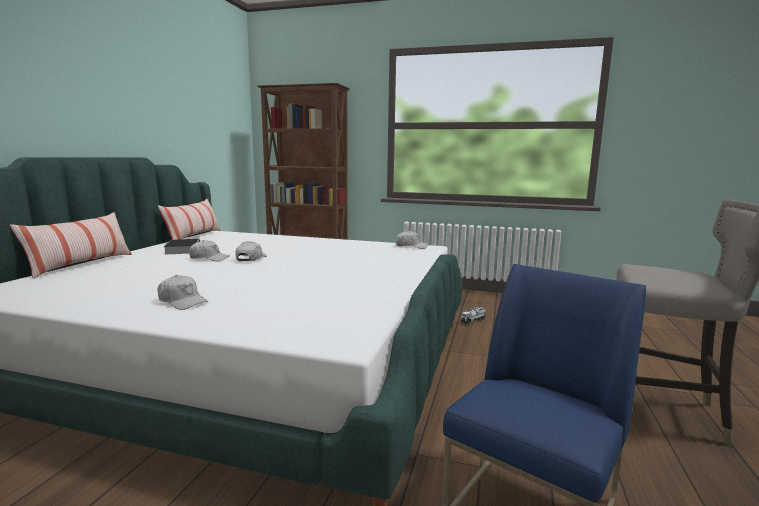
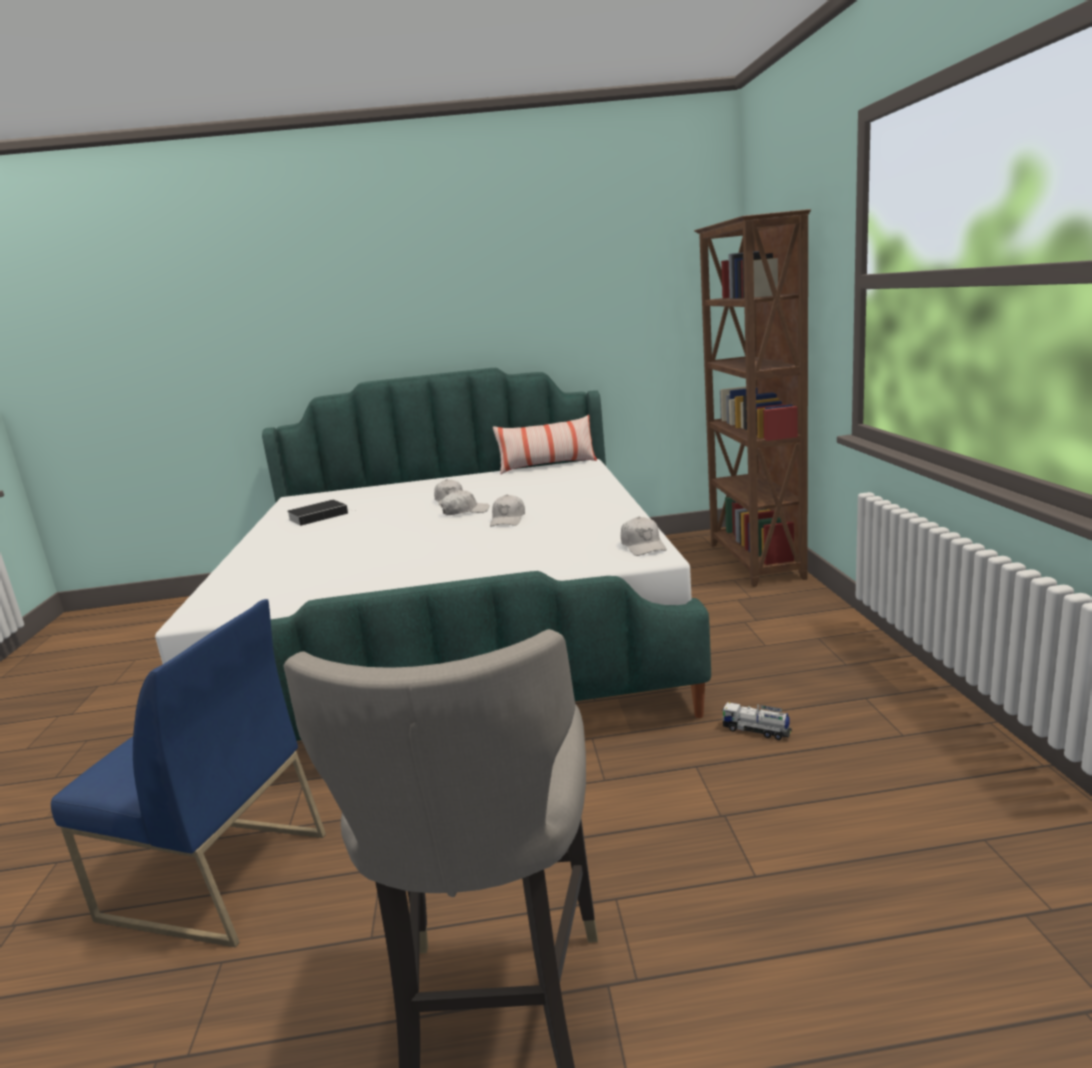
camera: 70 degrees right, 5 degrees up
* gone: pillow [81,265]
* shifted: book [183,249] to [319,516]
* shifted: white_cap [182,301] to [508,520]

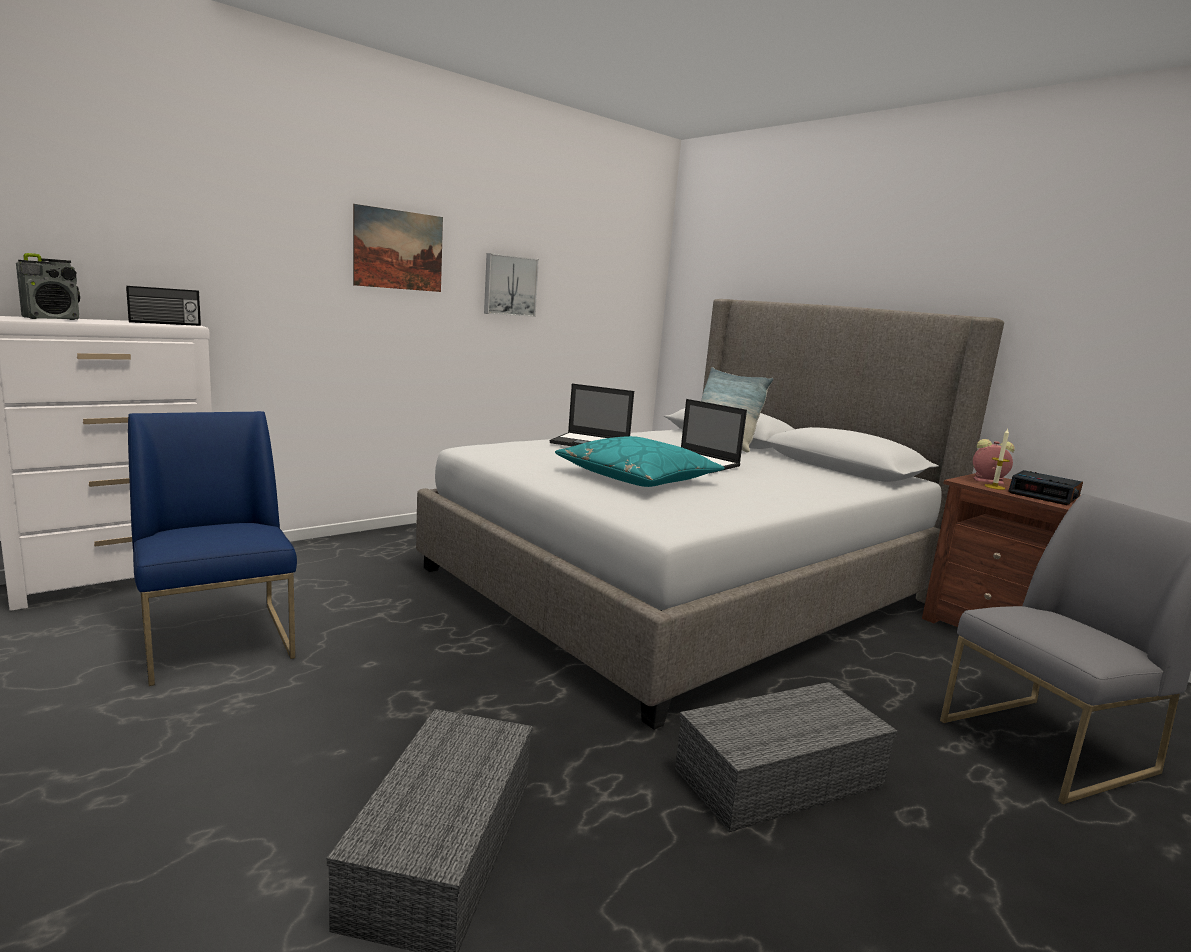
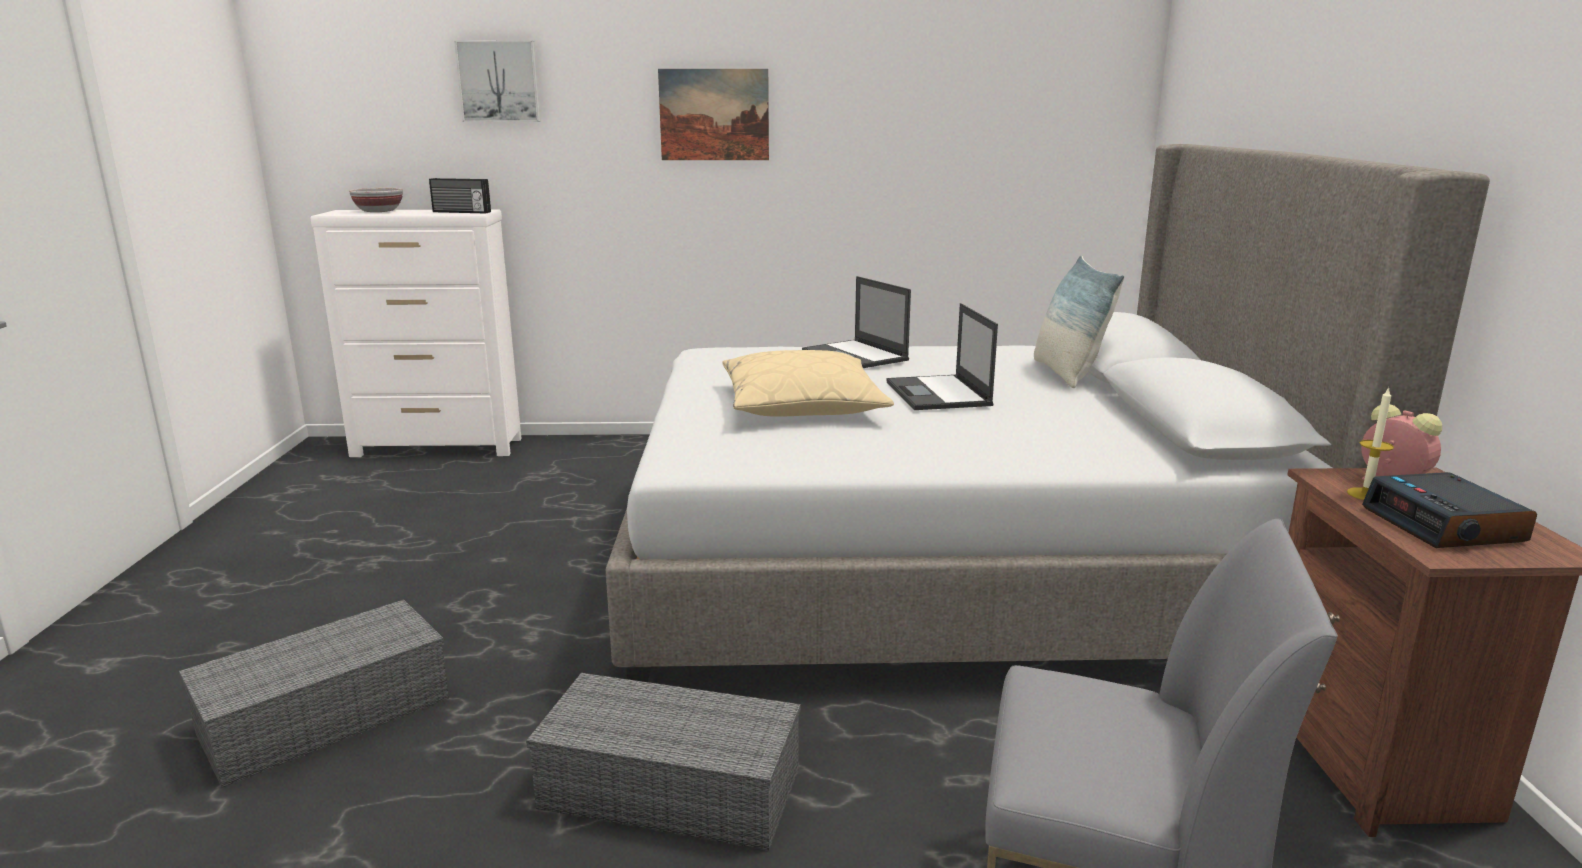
camera: 40 degrees right, 5 degrees up
* swapped: radio [53,319] to bowl [379,211]
* shifted: picture [509,285] to [499,82]
* gone: blue_chair [219,641]
* repainted: turquoise_pillow [637,478] to beige_pillow [802,405]

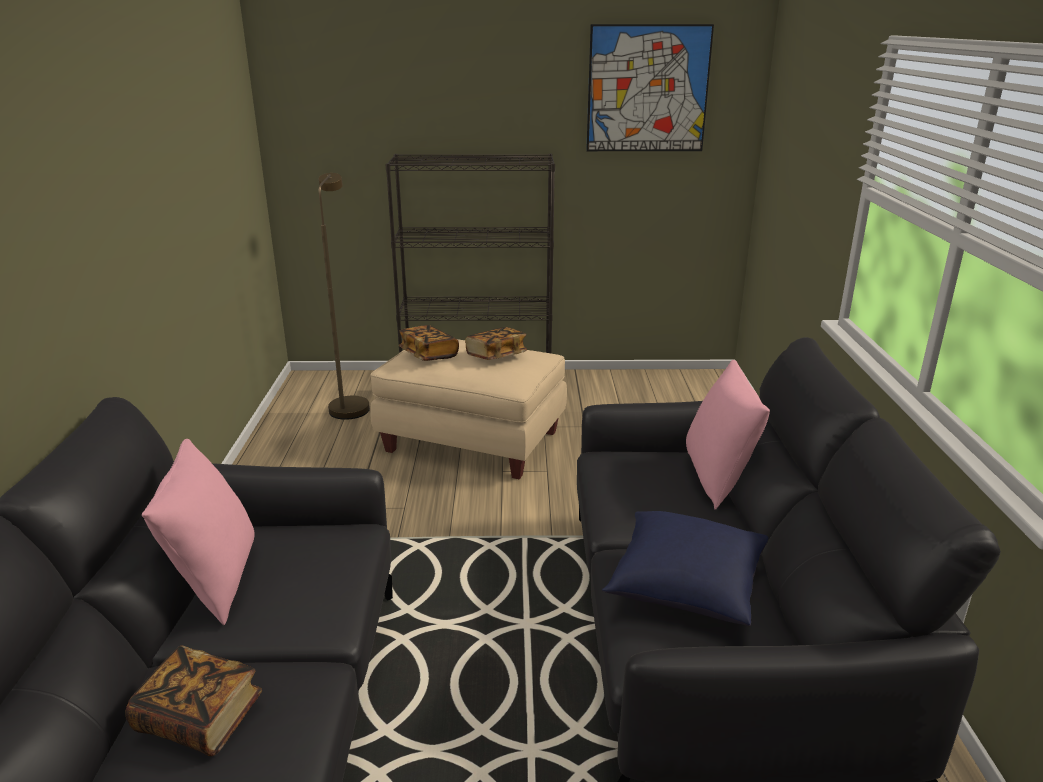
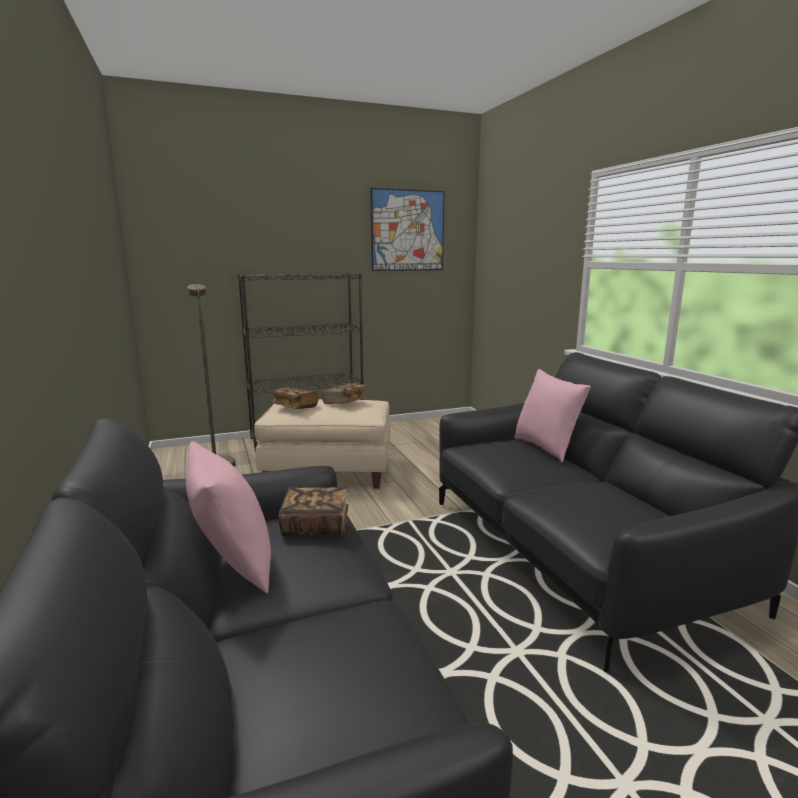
camera: 20 degrees left, 10 degrees down
* gone: blue_pillow [685,587]
* shifted: book [200,718] to [315,526]

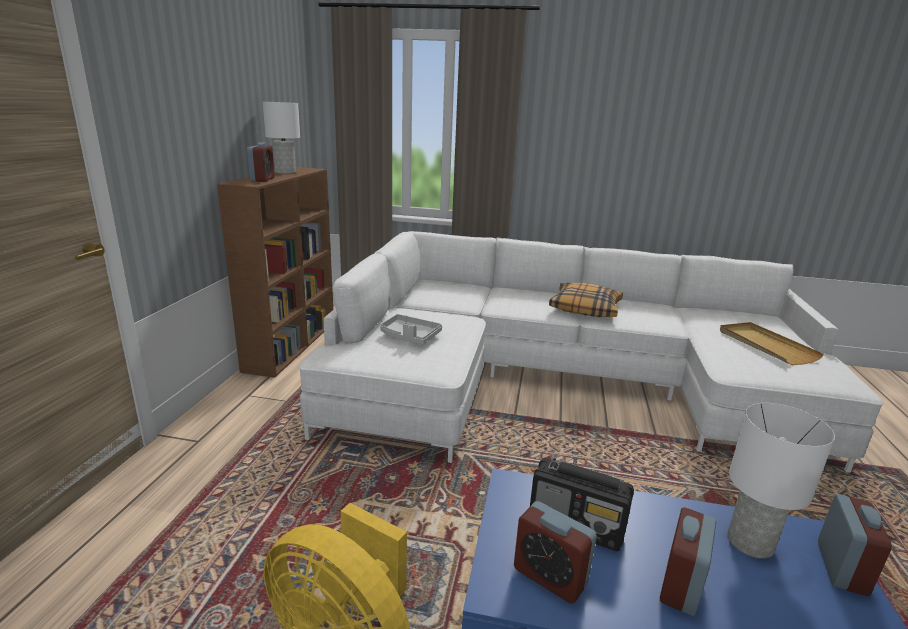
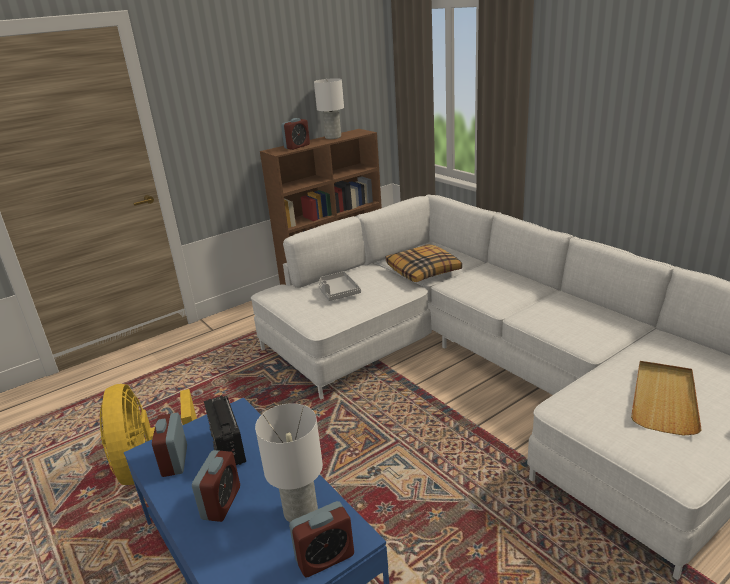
camera: 45 degrees right, 5 degrees up
* shifted: pillow [585,308] to [423,271]
* rotated: alarm_clock [681,585] = [221,503] 120 degrees clockwise

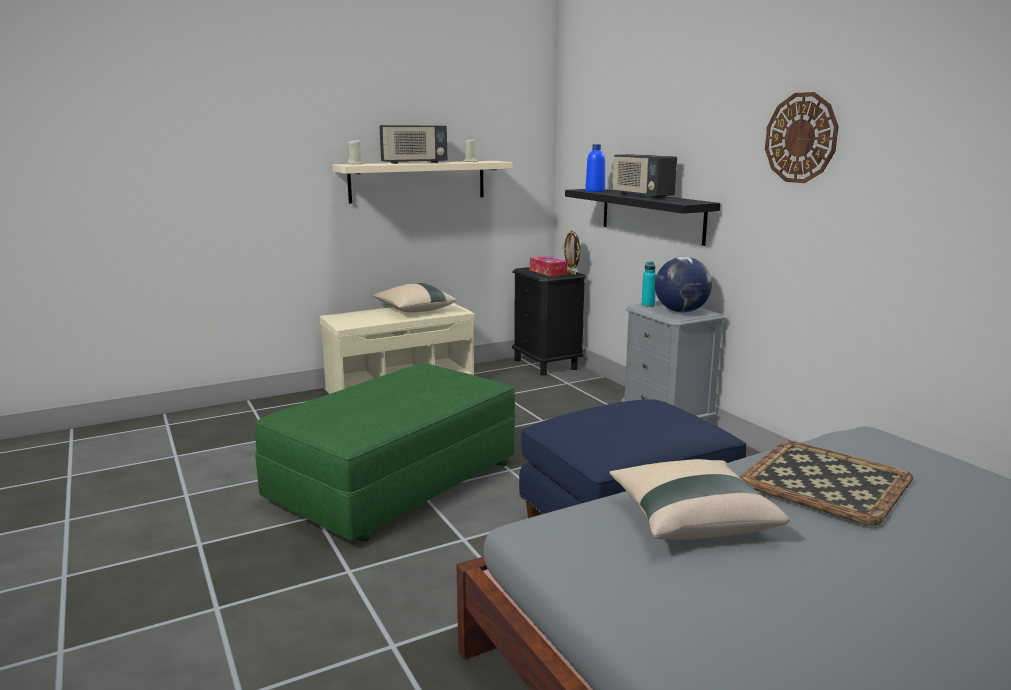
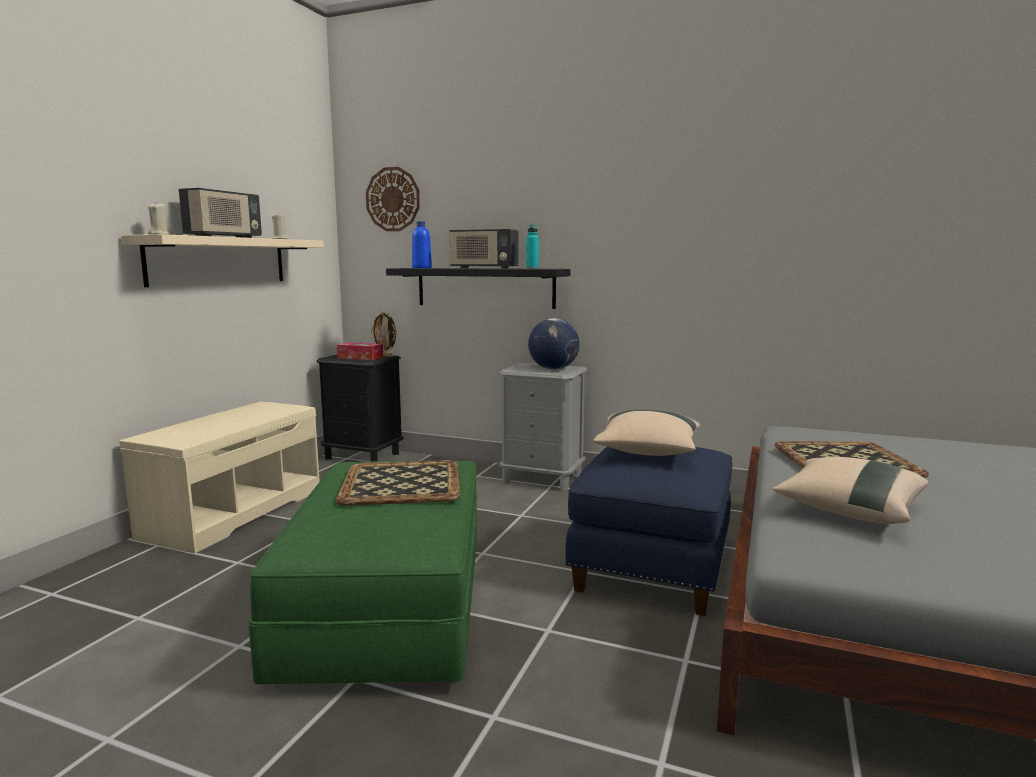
camera: 40 degrees left, 5 degrees down
* shifted: wall_clock [801,138] to [393,199]
* shifted: turquoise_bottle [648,305] to [532,268]
* shifted: beige_pillow [414,310] to [647,452]
* new: tray [402,483]

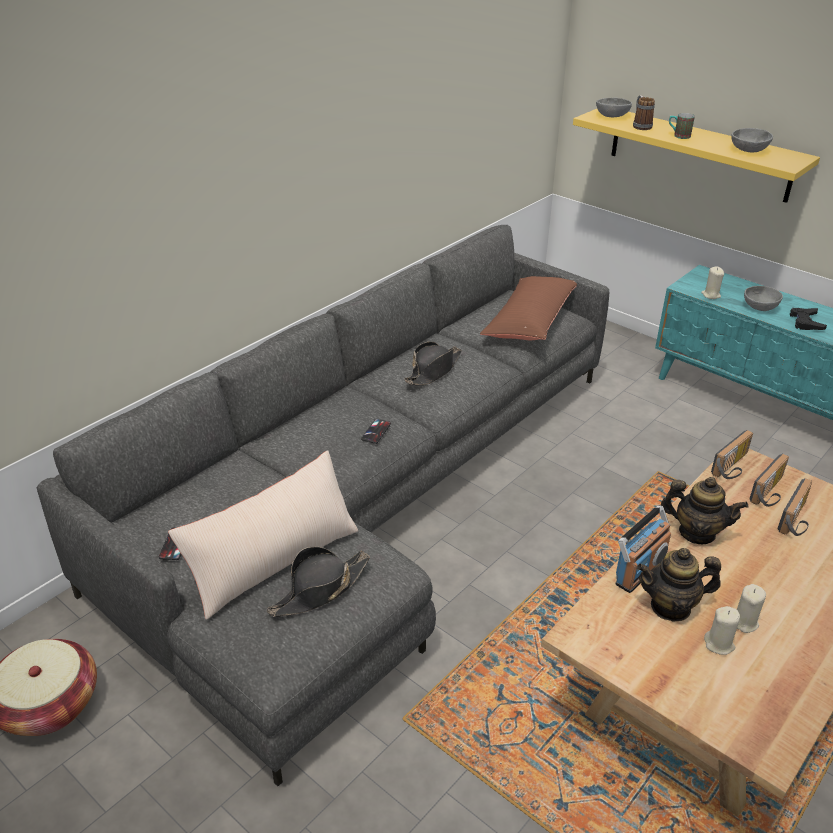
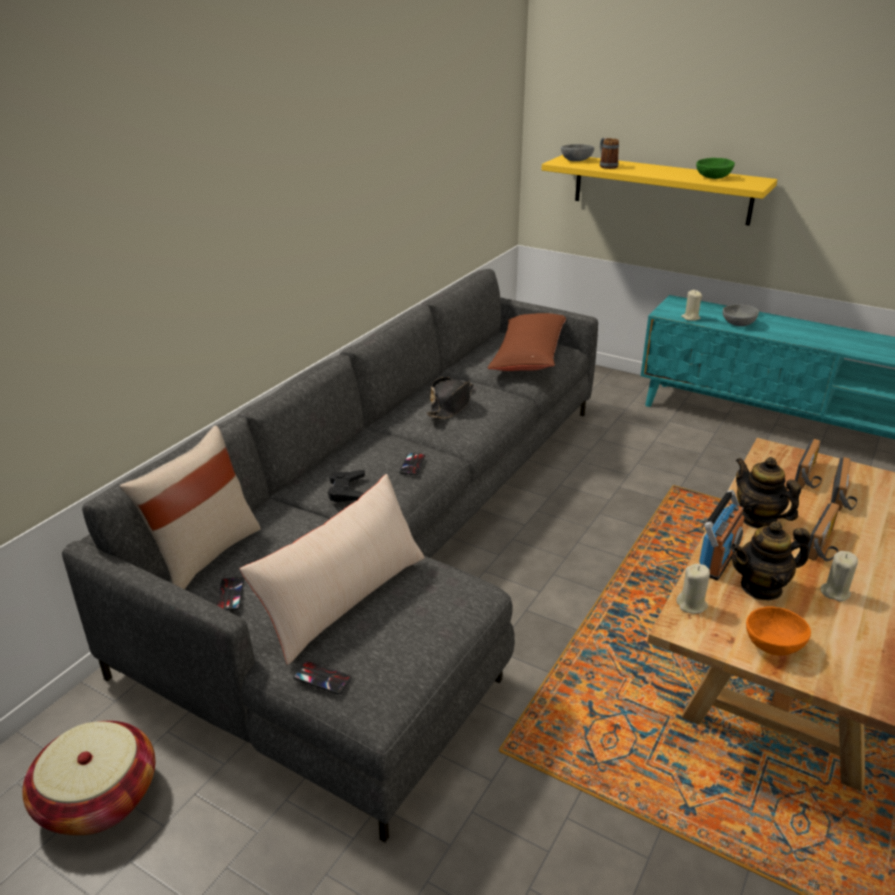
camera: 10 degrees left, 5 degrees down
* gone: mug [678,136]
* repainted: grey_bowl [748,150] to green_bowl [713,177]
* shifted: black_game_controller [805,322] to [346,490]
* shifted: radio [733,467] to [825,546]
* rotated: teapot [696,533] = [757,519] 135 degrees counterclockwise
* gone: black_hat [320,590]
* shifted: beige_candle [719,644] to [691,605]
* new: beige_pillow [204,554]
* new: orange_bowl [772,644]
* new: phone [322,678]

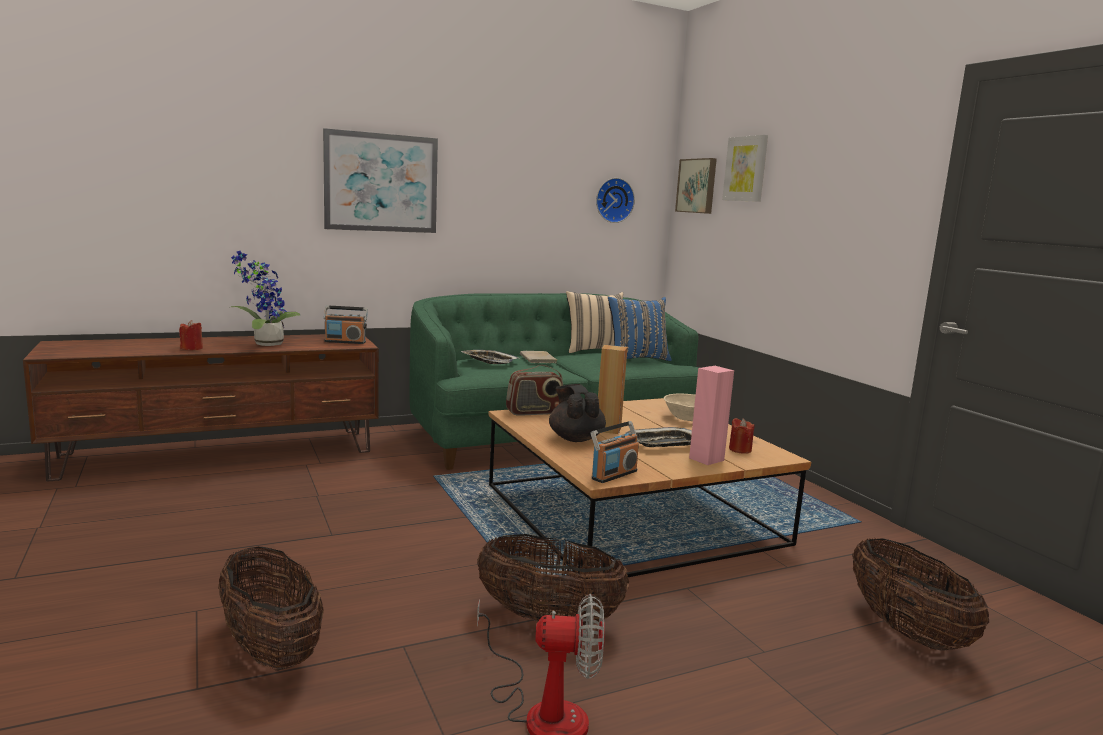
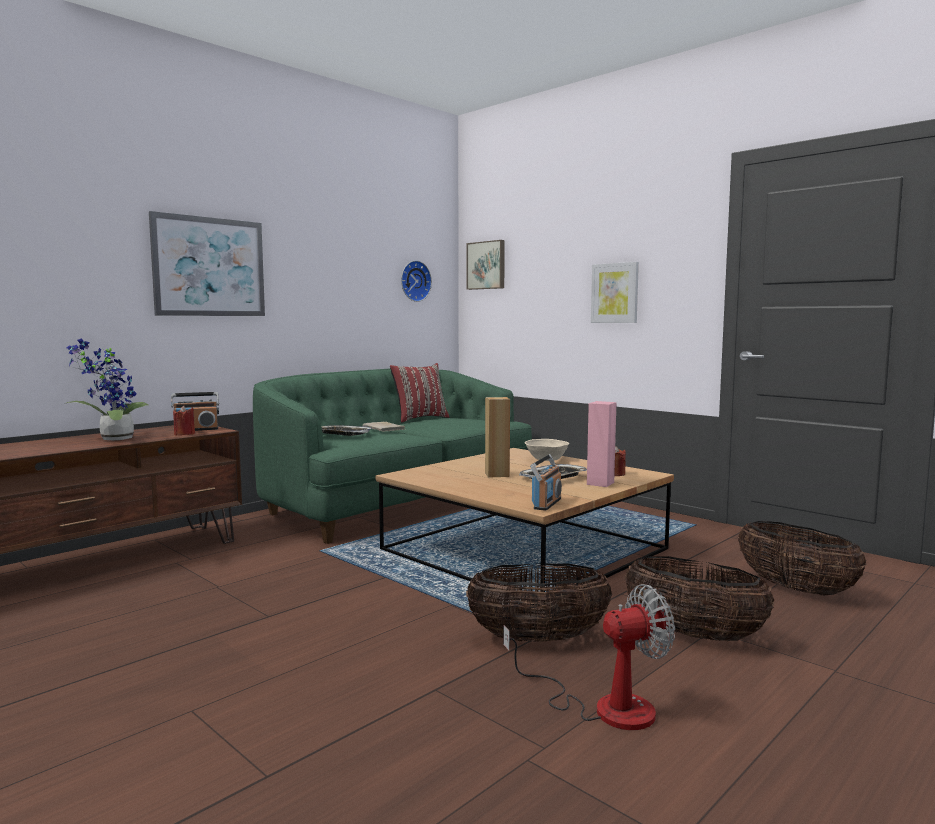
camera: 20 degrees left, 5 degrees down
* shifted: picture [746,169] to [615,293]
* repainted: beige_pillow [594,350] to red_pillow [419,418]
* gone: blue_pillow [636,359]
* shifted: red_candle [192,348] to [184,434]
* gone: radio [534,412]
* gone: black_teapot [575,438]
* shifted: basket [271,649] to [694,635]

